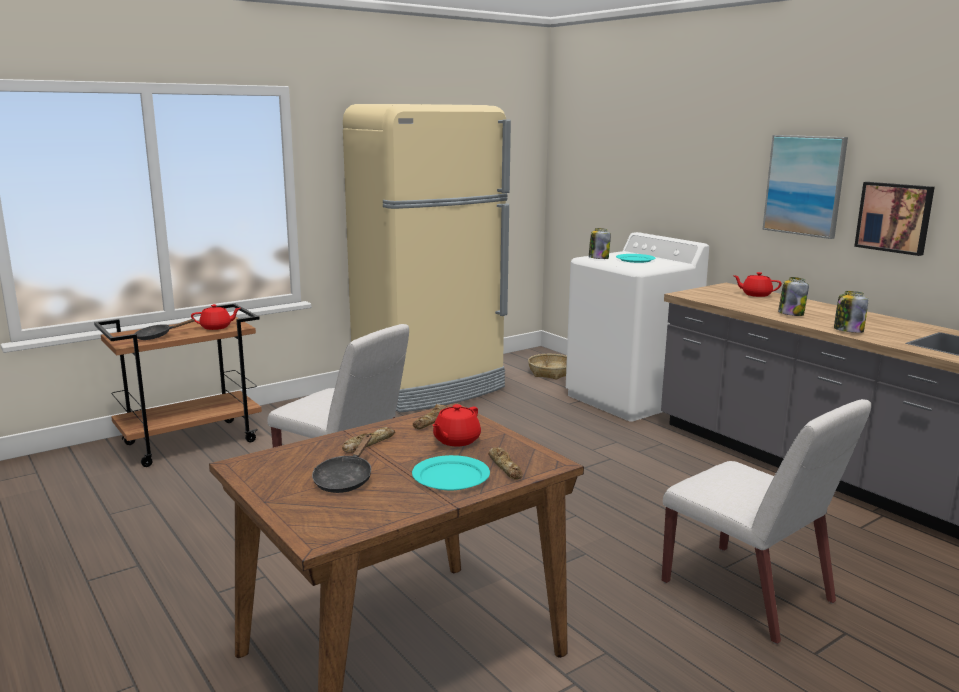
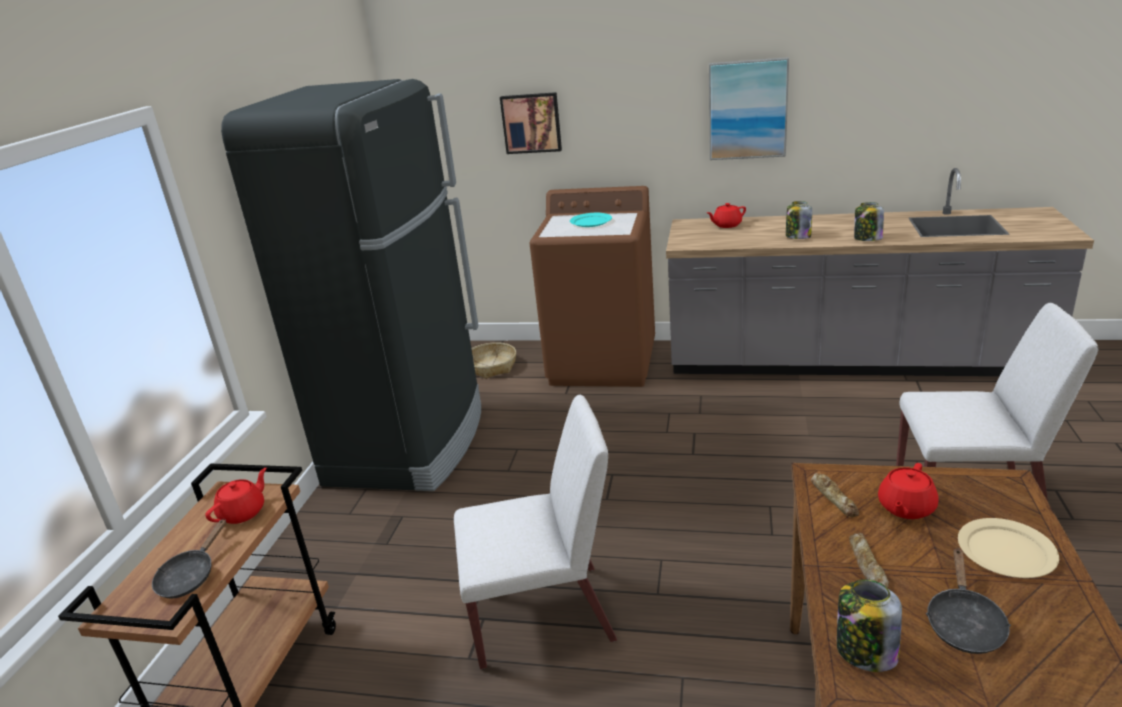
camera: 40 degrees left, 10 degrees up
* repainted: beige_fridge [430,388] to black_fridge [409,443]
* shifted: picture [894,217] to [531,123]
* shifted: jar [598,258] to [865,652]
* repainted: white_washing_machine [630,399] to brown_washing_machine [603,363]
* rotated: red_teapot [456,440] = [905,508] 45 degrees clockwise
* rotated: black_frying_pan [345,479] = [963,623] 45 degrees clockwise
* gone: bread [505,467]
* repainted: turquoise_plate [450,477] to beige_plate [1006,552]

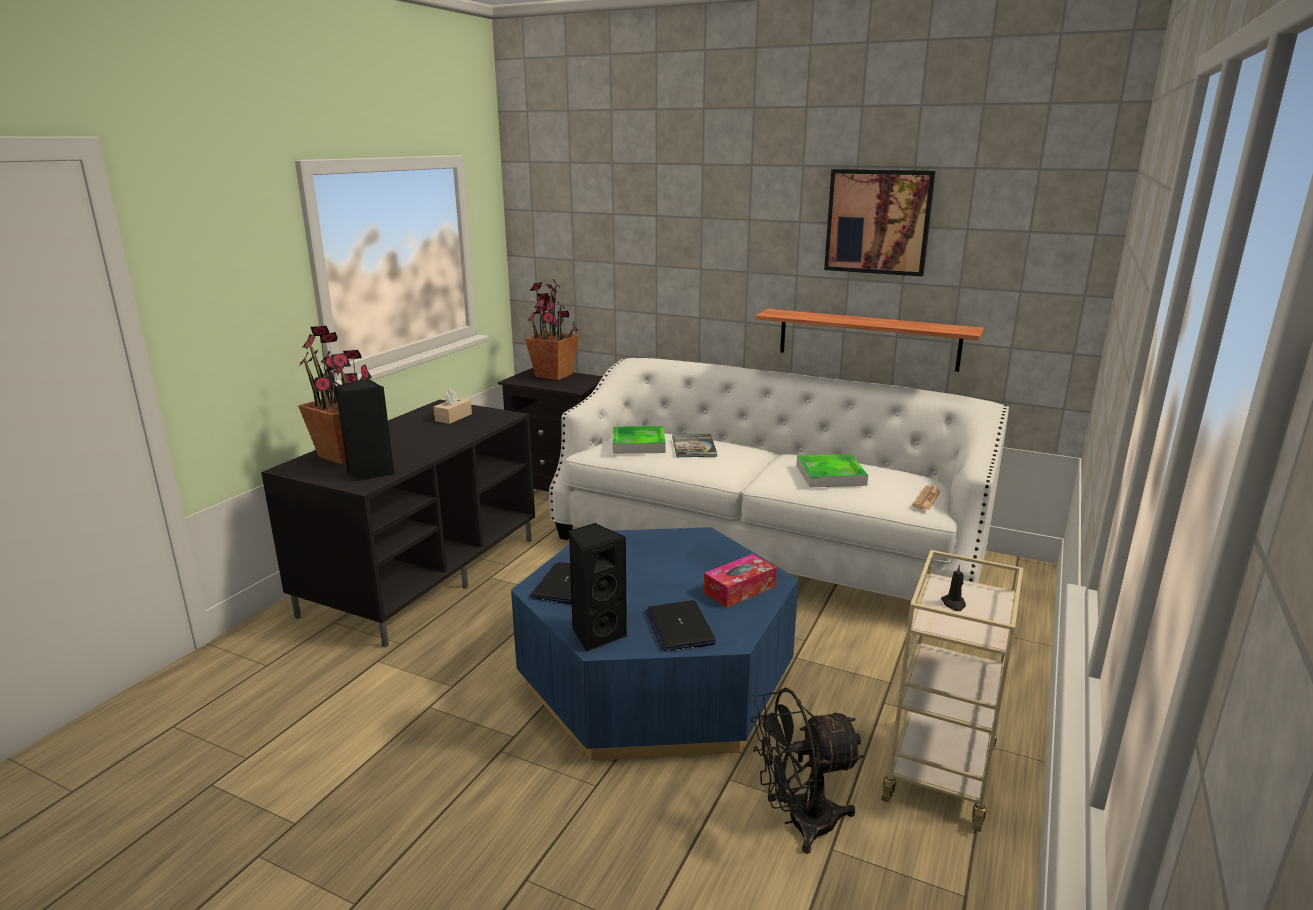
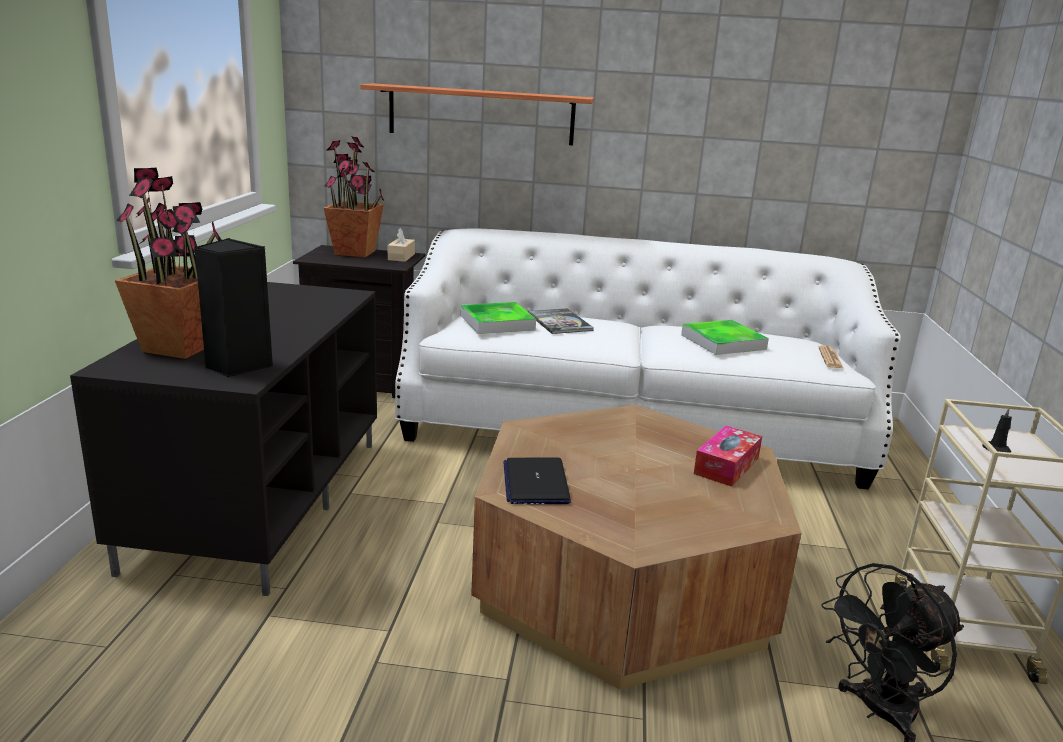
camera: 20 degrees left, 0 degrees up
* gone: picture [878,222]
* shifted: shelf [868,339] to [481,114]
* shifted: beige_tissue_box [453,417] to [401,257]
* gone: black_speaker [597,634]
* repainted: blue_coffee_table [657,679] to brown_coffee_table [623,583]
* gone: laptop [679,627]

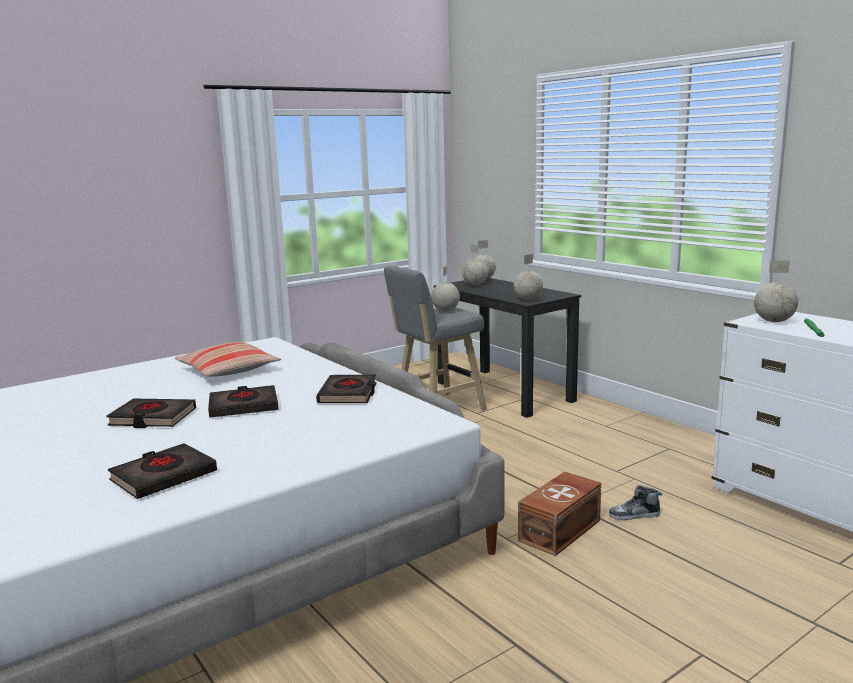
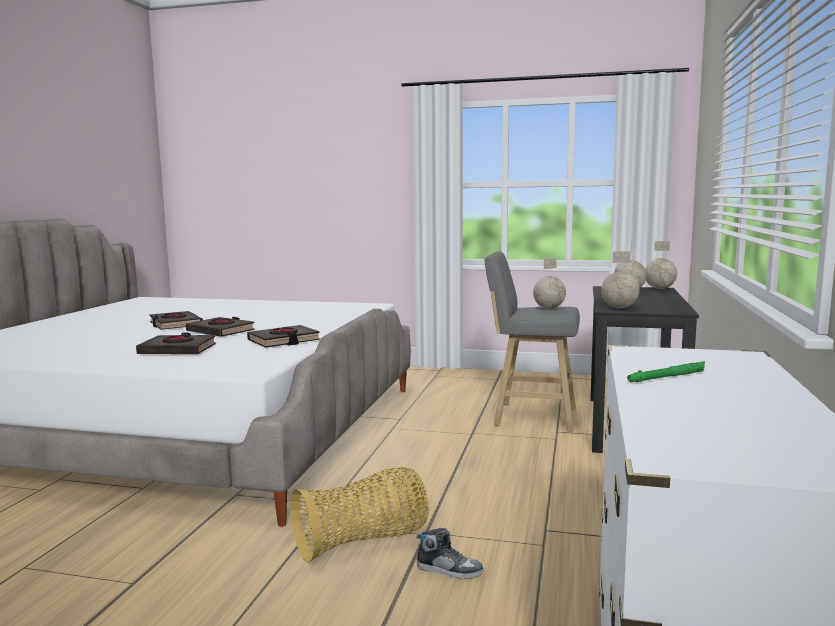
camera: 50 degrees right, 5 degrees down
* gone: globe [773,321]
* gone: pillow [228,370]
* shifted: black_book [163,477] to [178,350]
* swapped: brown_storage_box [561,530] to basket [363,542]
* rotated: shoe [634,515] = [449,570] 150 degrees clockwise

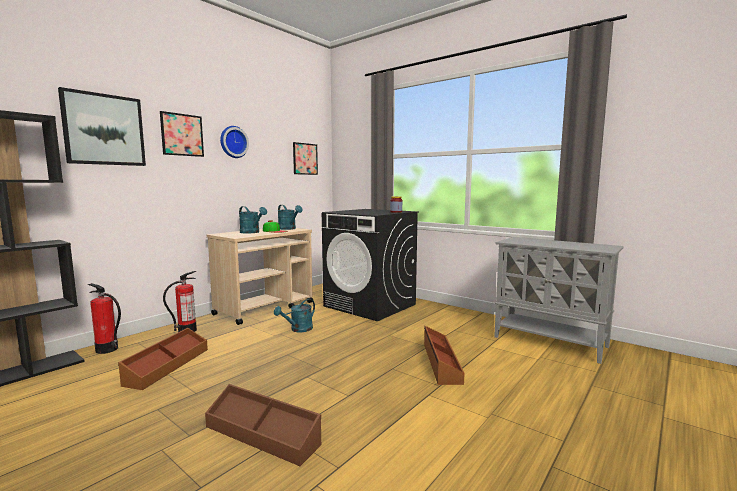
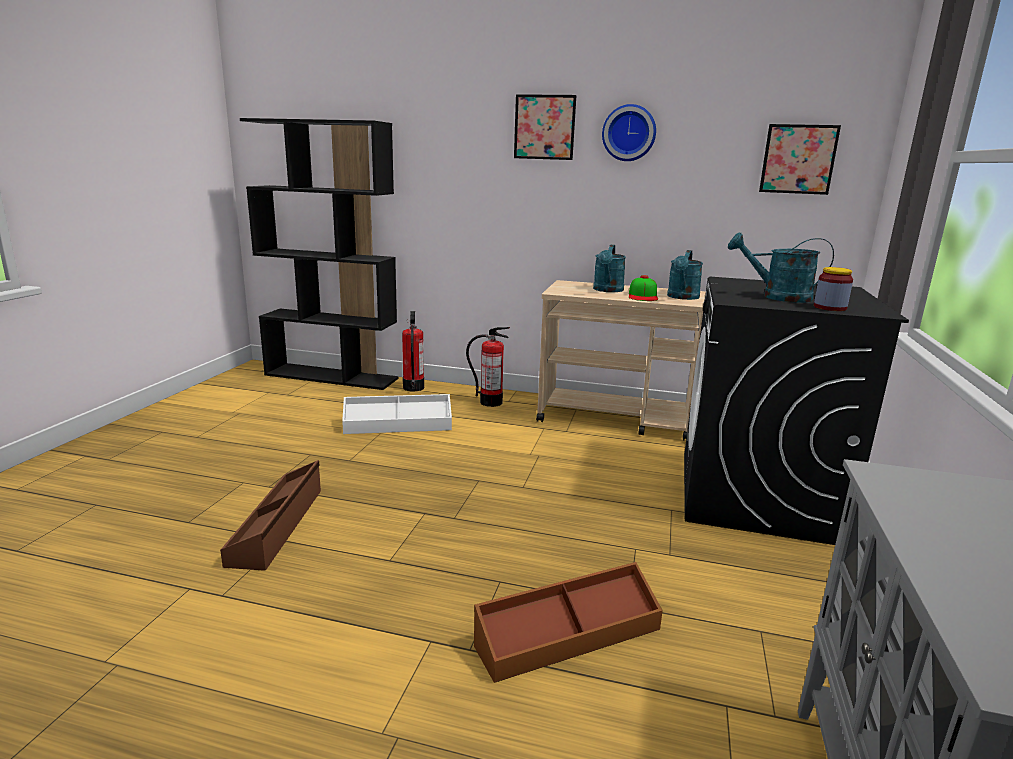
camera: 65 degrees right, 10 degrees up
* gone: picture [104,130]
* shifted: turquoise_watering_can [298,329] to [777,297]
* repainted: brown_storage_box [167,366] to white_storage_box [398,425]

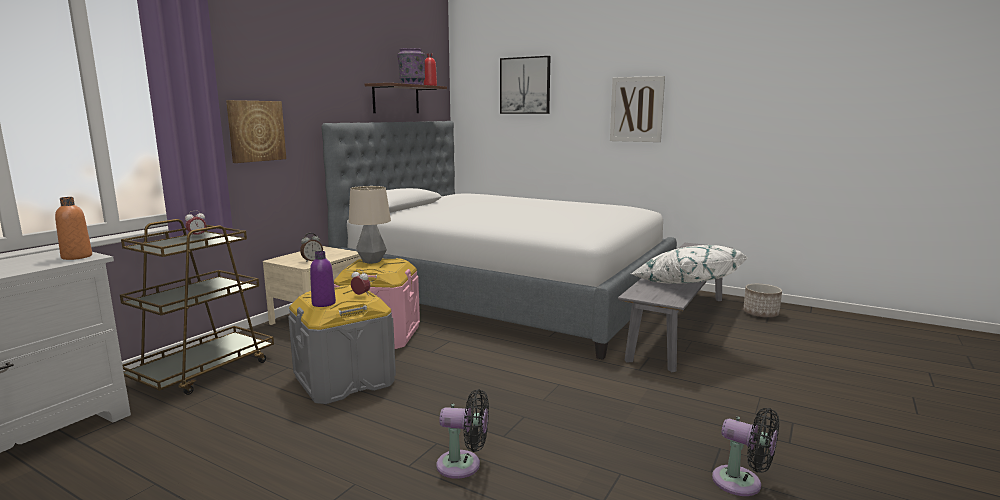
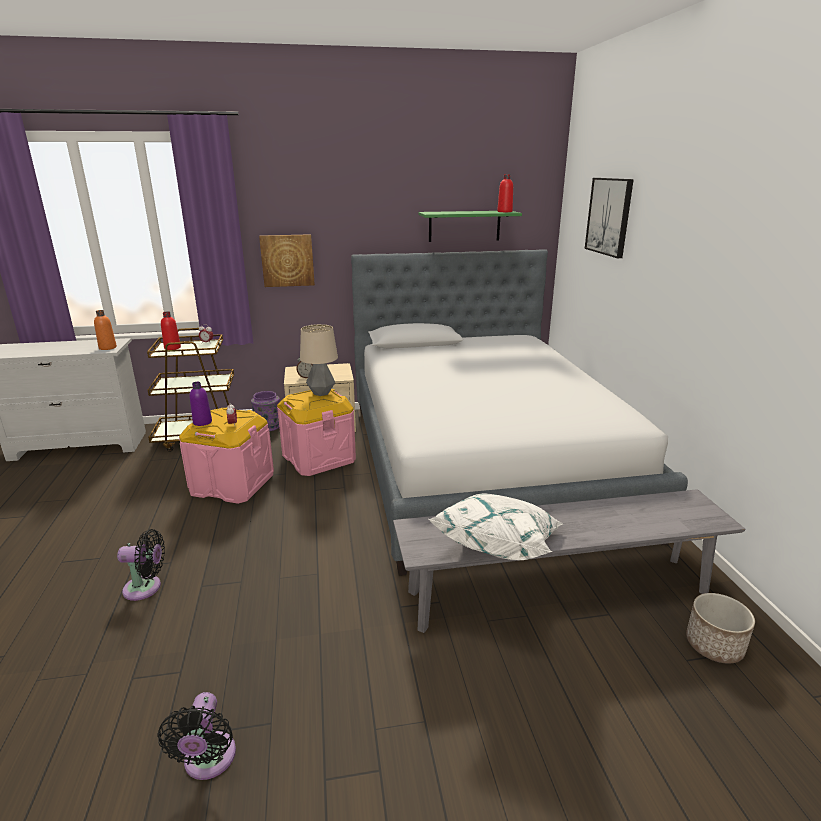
camera: 50 degrees right, 10 degrees up
* shifted: purple_vase [411,84] to [268,426]
* gone: picture [636,109]
* repainted: brown_shelf [396,99] to green_shelf [464,226]
* repainted: grey_storage_box [344,380] to pink_storage_box [232,484]
* rotated: black_fan [463,465] = [146,588] 60 degrees counterclockwise
* new: red_bottle [172,348]

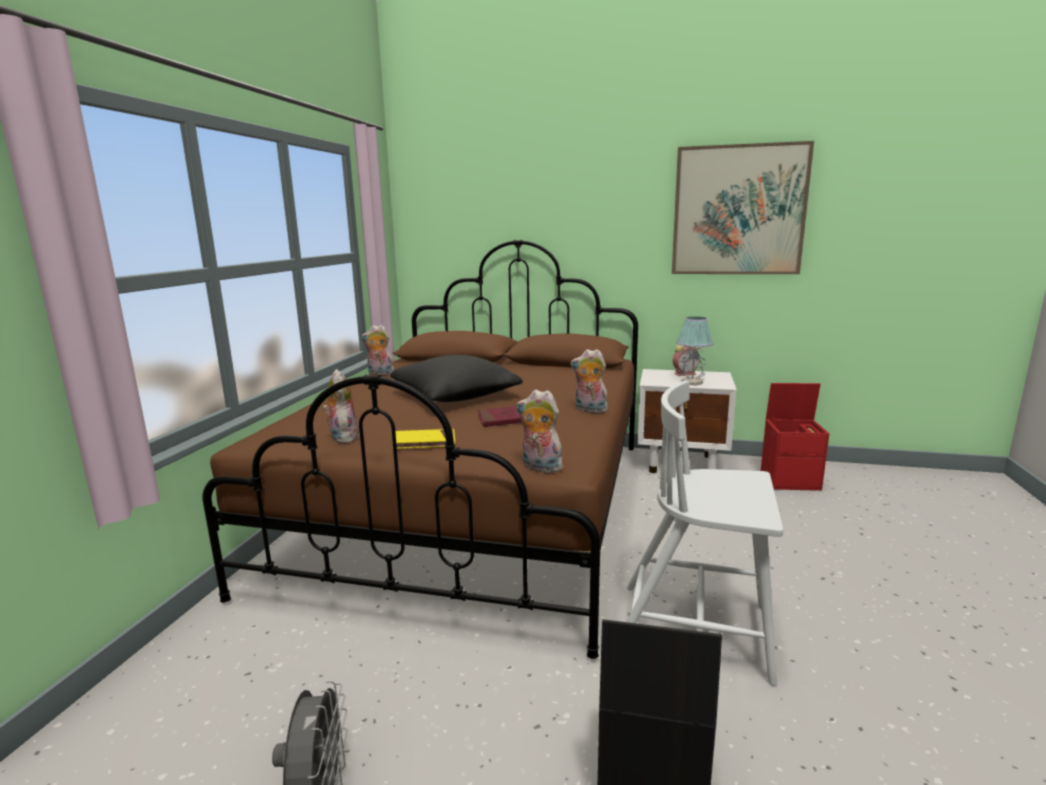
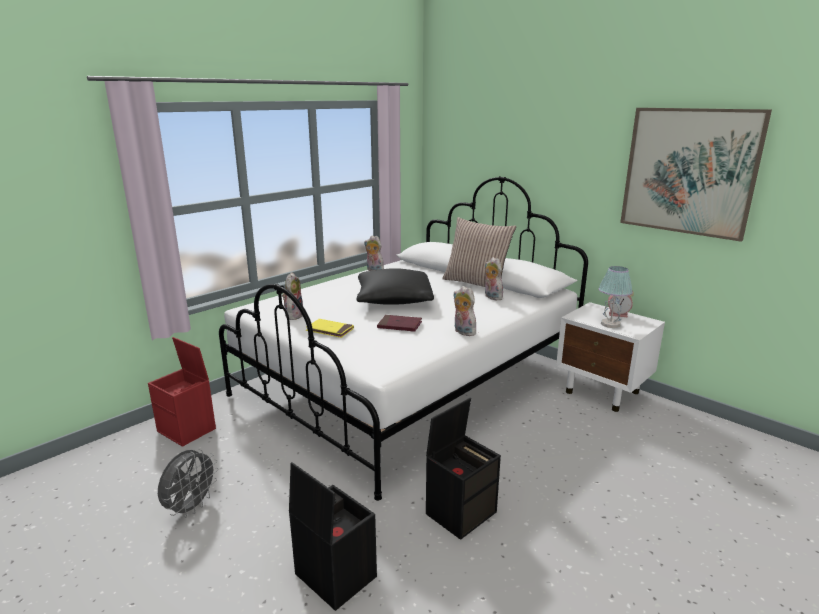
camera: 30 degrees right, 5 degrees up
* repainted: brown_bed [478,508] to white_bed [410,382]
* swapped: white_chair [697,630] to black_storage_box [461,512]
* shifted: red_storage_box [790,481] to [188,430]
* shifted: plush_toy [539,468] to [491,297]
* new: pillow [476,283]

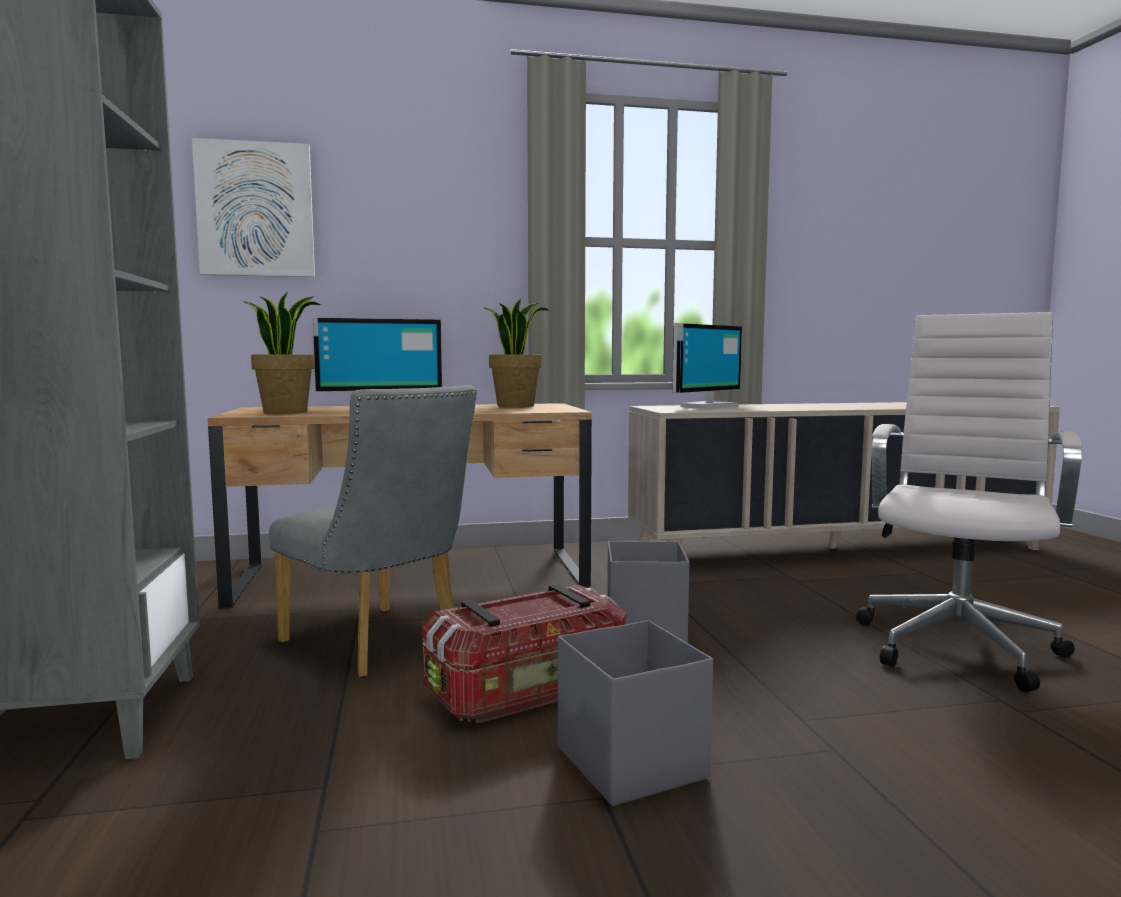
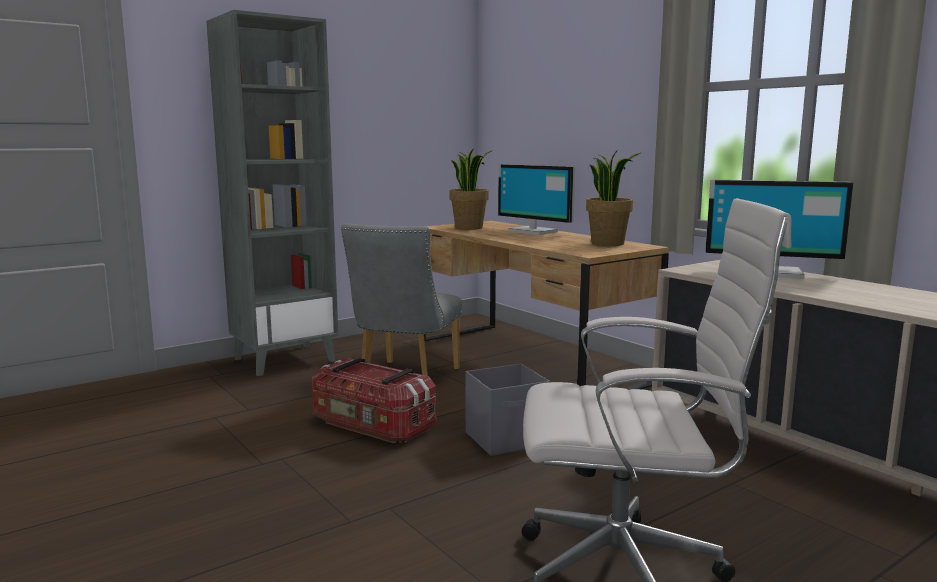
camera: 65 degrees right, 5 degrees up
* gone: picture [256,210]
* gone: grey_storage_box [630,761]

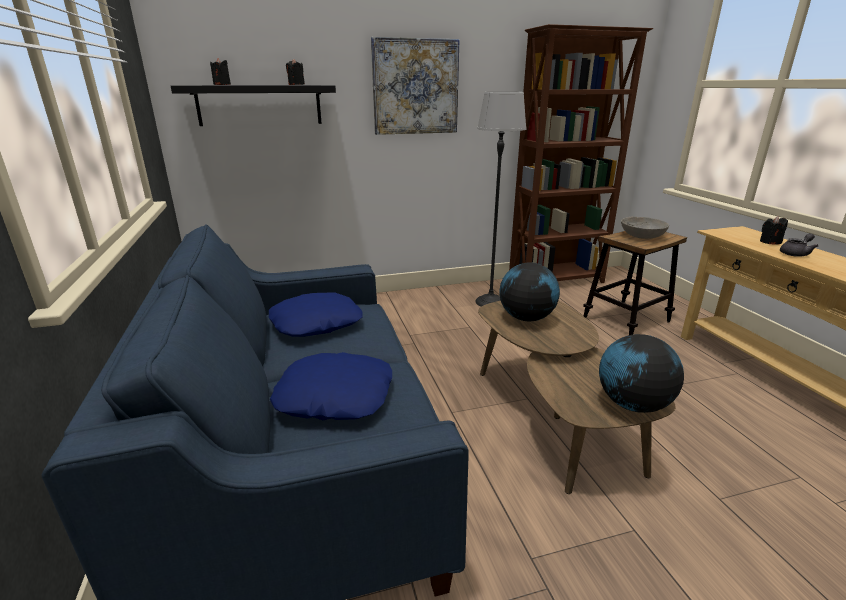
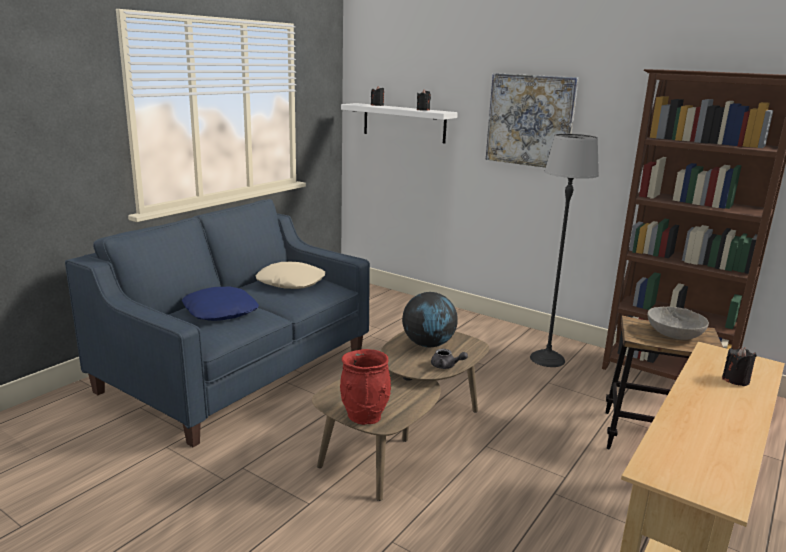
camera: 50 degrees right, 5 degrees down
* repainted: black_shelf [259,105] to white_shelf [404,123]
* shifted: grey_teapot [796,253] to [446,366]
* repainted: blue_pillow [316,322] to beige_pillow [291,282]
* swapped: globe [632,404] to red_vase [365,416]

